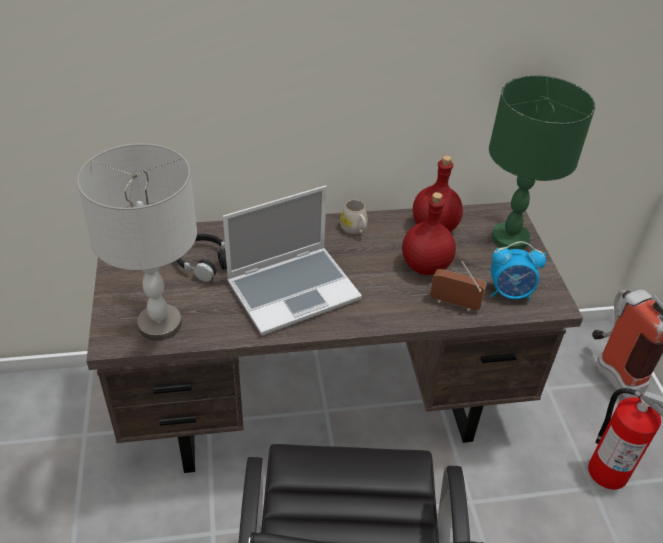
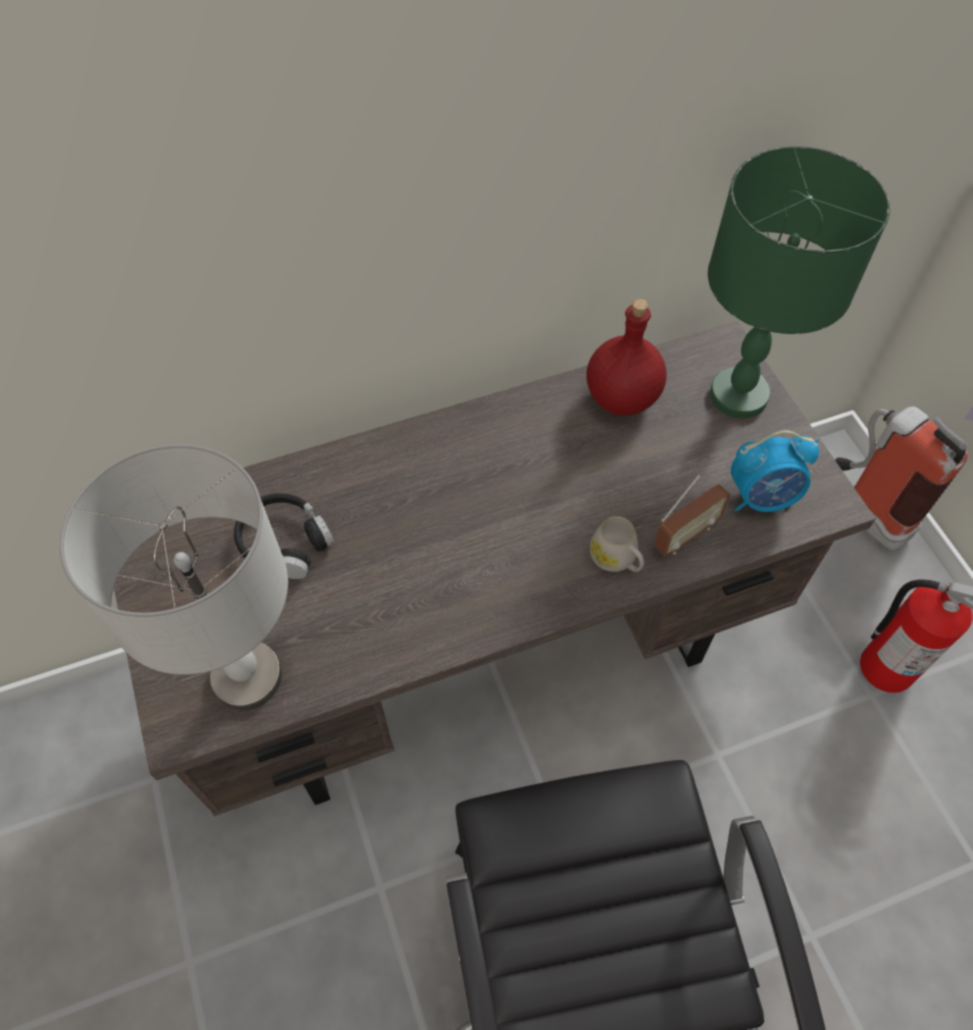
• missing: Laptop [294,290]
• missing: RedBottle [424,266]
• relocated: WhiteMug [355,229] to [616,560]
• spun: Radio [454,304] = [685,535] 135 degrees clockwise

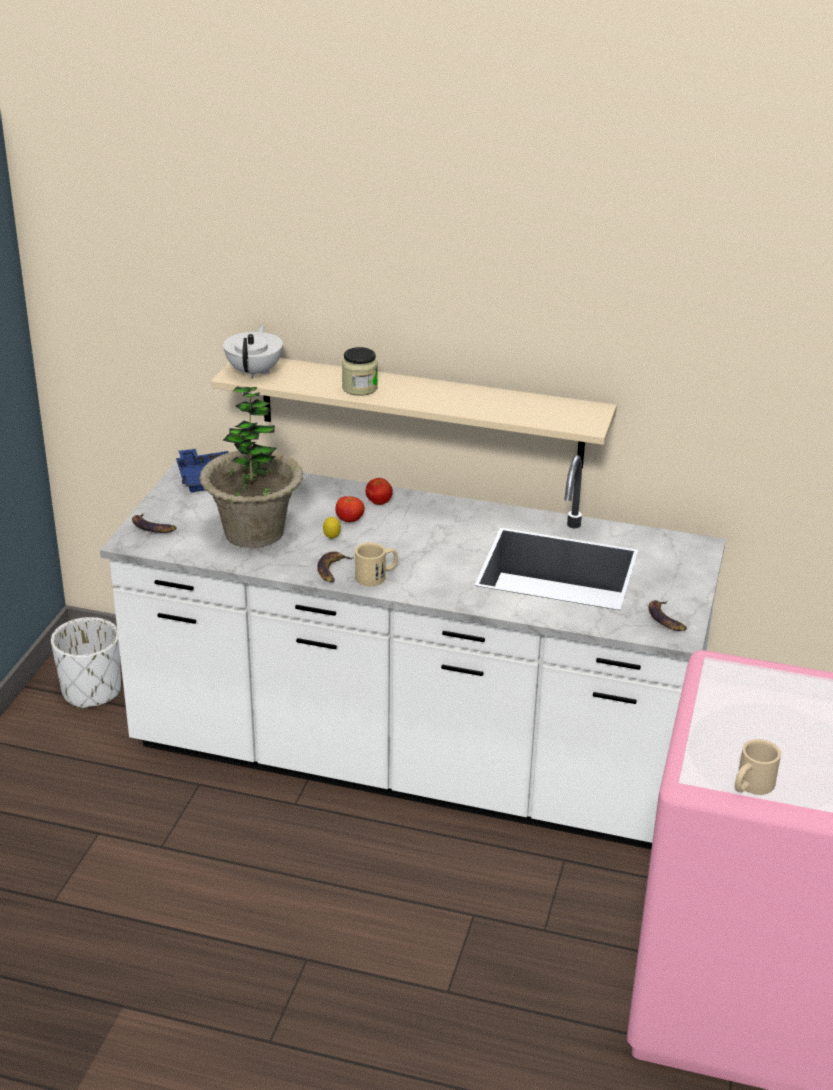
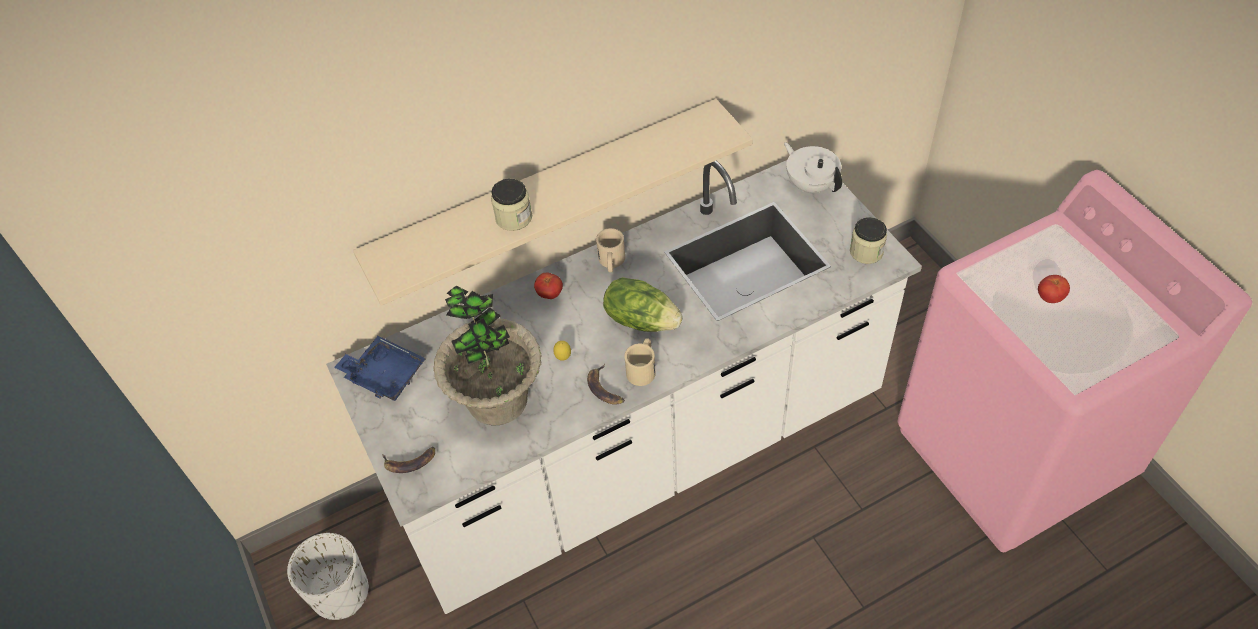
• appeared: Lettuce [641,319]
• relocated: WhiteTeapot [255,372] to [811,184]
• relocated: Tomato [349,520] to [1050,297]
• relocated: BeigeMug [750,786] to [611,262]
• exchanged: Banana [666,619] to Jar [866,251]

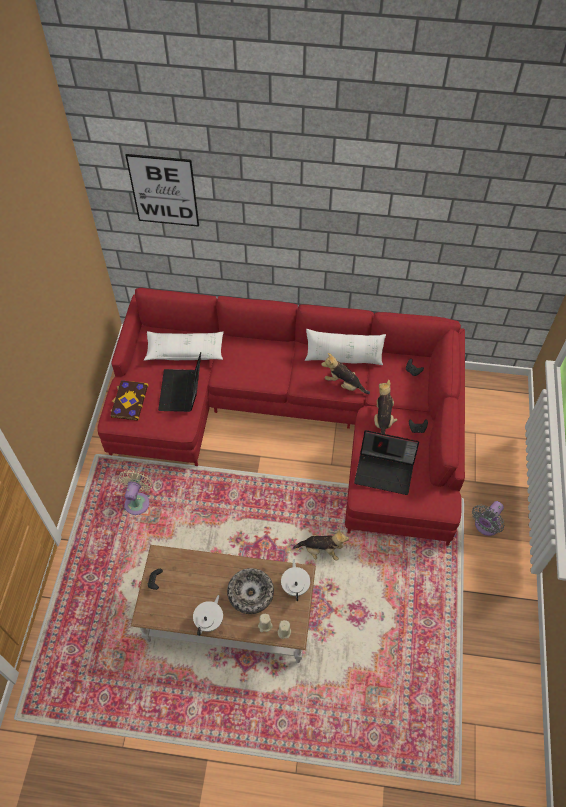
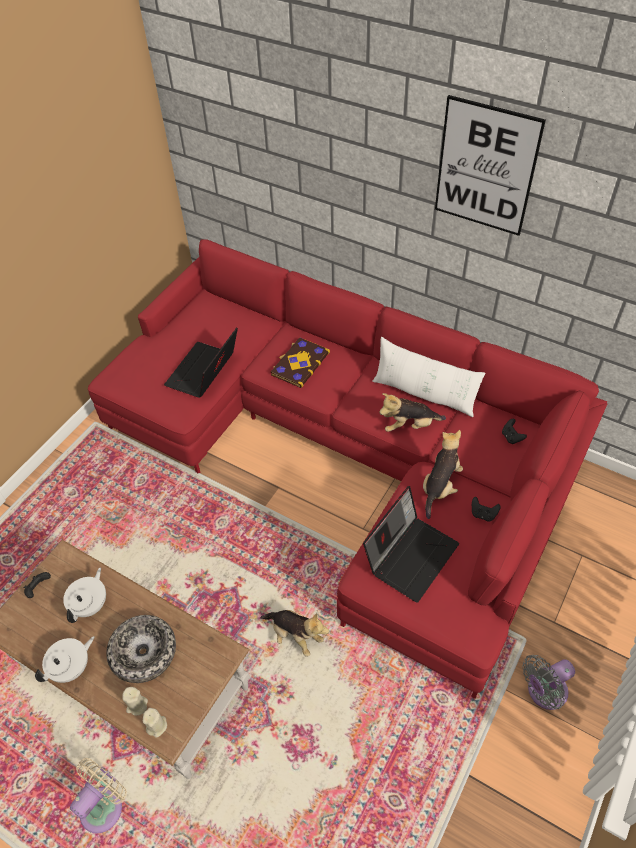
• missing: WhitePillow [185,351]
• relocated: Book [129,401] to [299,363]
• relocated: BeigeFan [138,501] to [105,805]
• relocated: Picture [164,191] to [486,167]
• relocated: WhiteTeapot [295,586] to [91,604]
• spun: PlushToy [344,384] = [409,425] 60 degrees counterclockwise
• spun: Laptop [385,471] = [410,555] 90 degrees counterclockwise

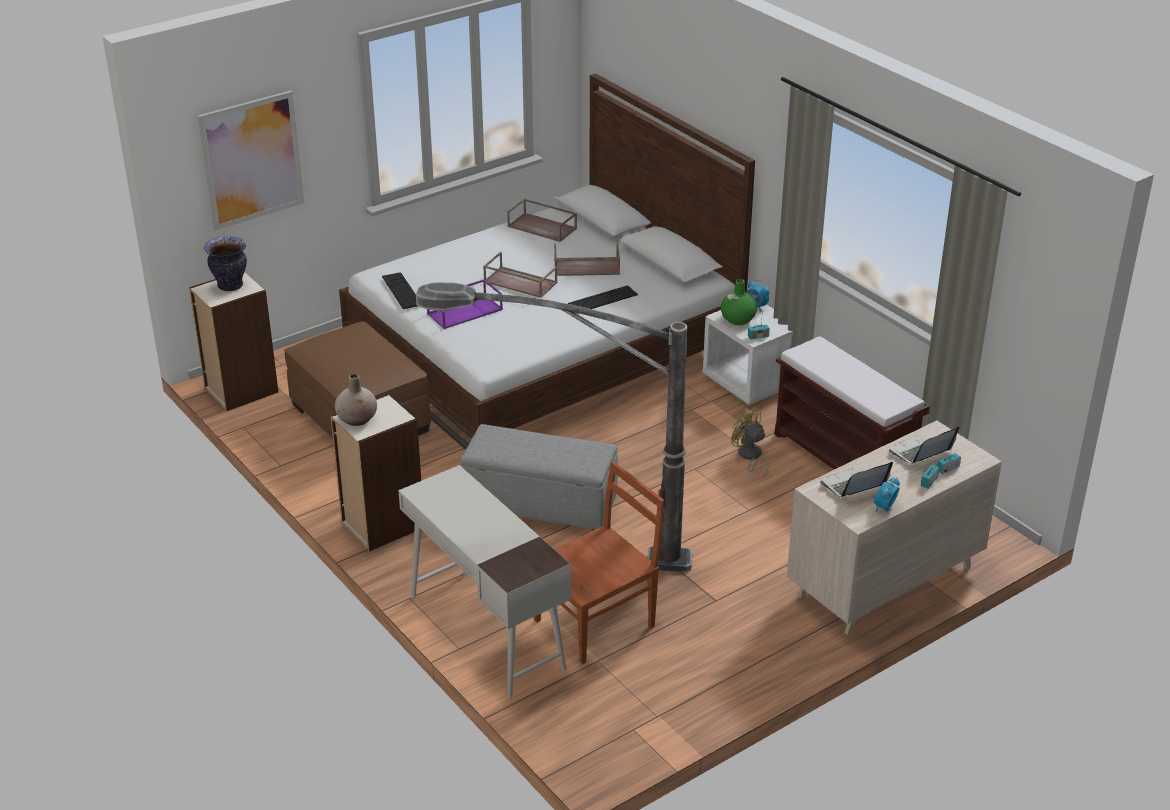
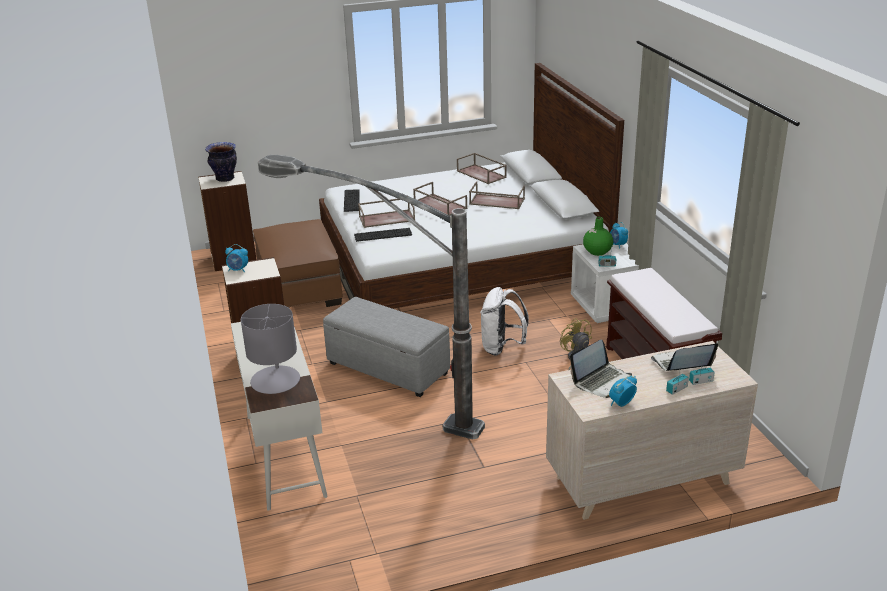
• missing: Picture [251,160]
• missing: BrownChair [597,622]
• appeared: GreyTableLamp [275,380]
• appeared: WhiteBackpack [502,348]
• relocated: Keyboard [603,299] to [383,235]
• exchanged: BeigeVase [357,419] to AlarmClock [238,270]
• colour: PurpleTray [465,311] to BrownTray [387,218]
• spun: Laptop [853,487] = [602,381] 150 degrees clockwise

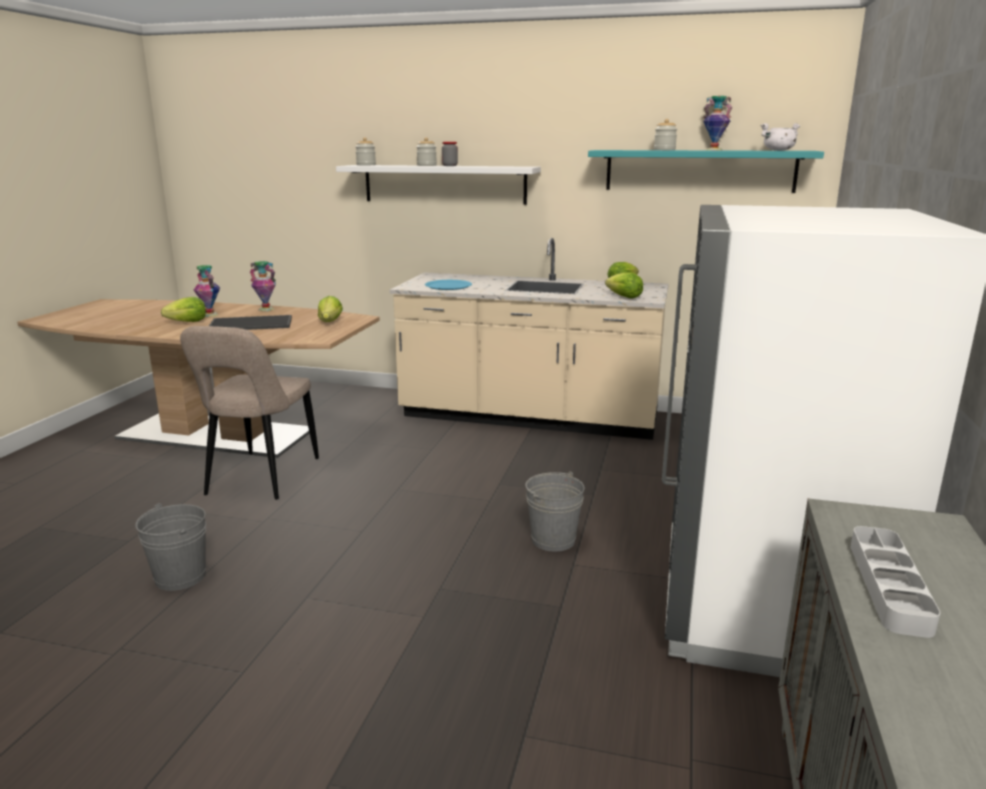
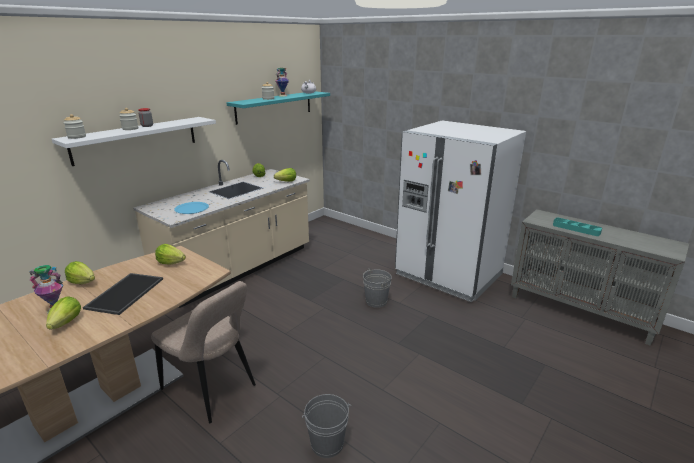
• exchanged: Vase [266,309] to Lettuce [83,282]
• colour: GreyTray [889,585] to TurquoiseTray [576,229]

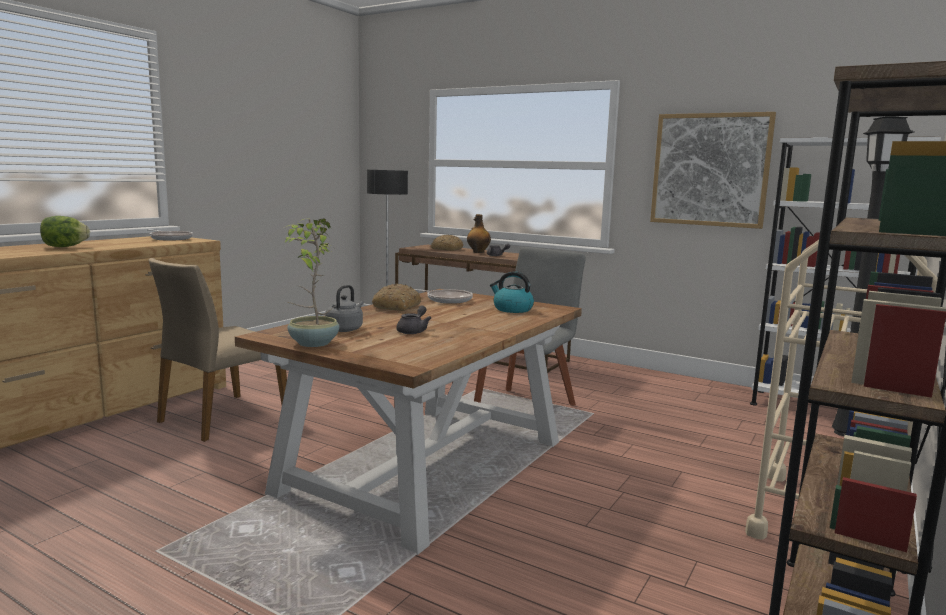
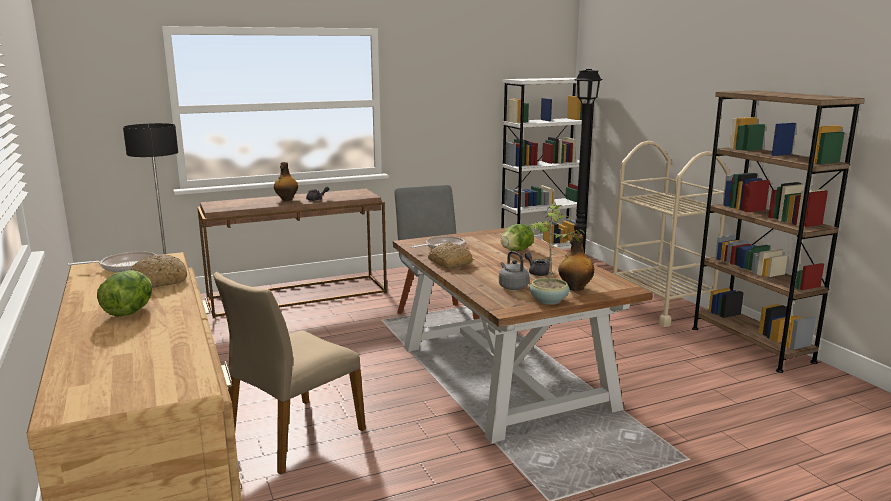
• missing: Kettle [512,309]
• missing: Picture [710,170]
• appeared: Lettuce [516,251]
• appeared: Bottle [575,288]
• relocated: Bread [446,249] to [158,281]
• spun: BeigeChair [222,417] = [294,435] 60 degrees clockwise

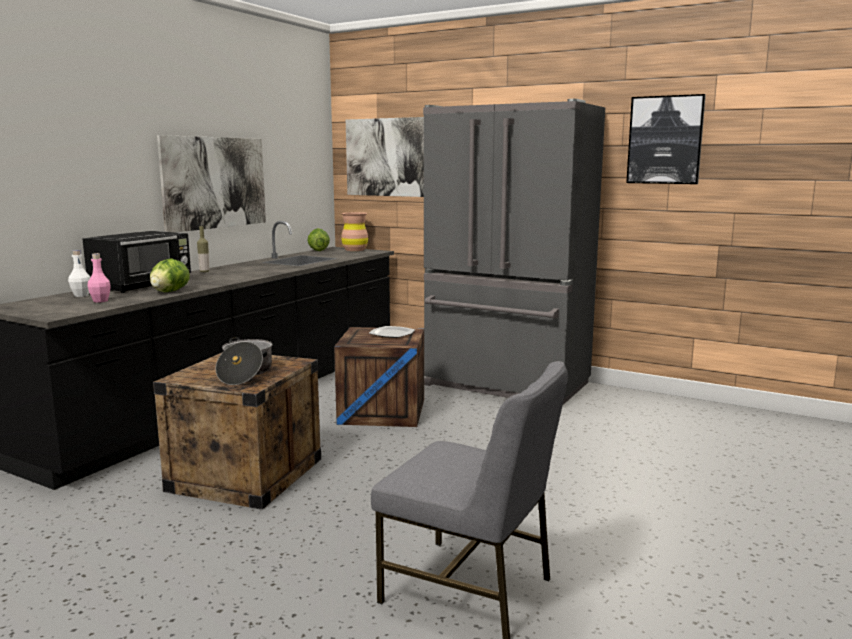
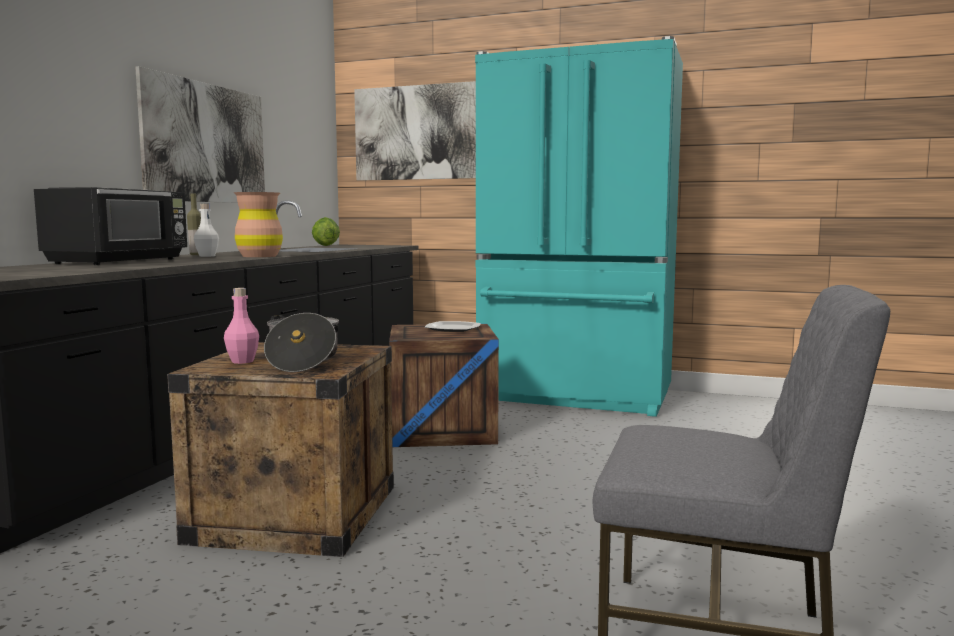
• missing: Lettuce [169,291]
• missing: Picture [665,140]
• relocated: WhiteBottle [81,295] to [207,256]
• relocated: PinkBottle [100,301] to [242,361]
• relocated: BrownVase [355,250] to [259,256]
• colour: GreyFridge [505,385] to TurquoiseFridge [575,397]

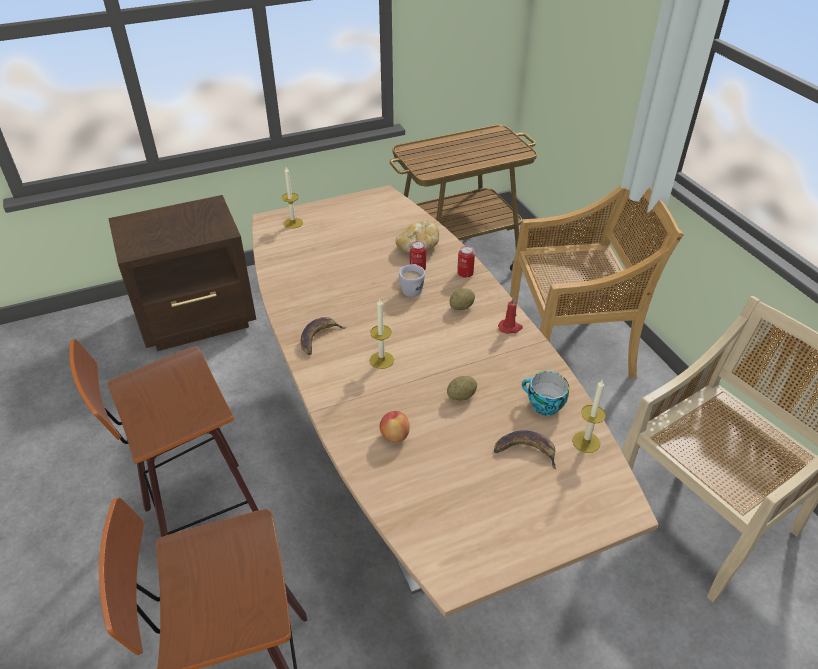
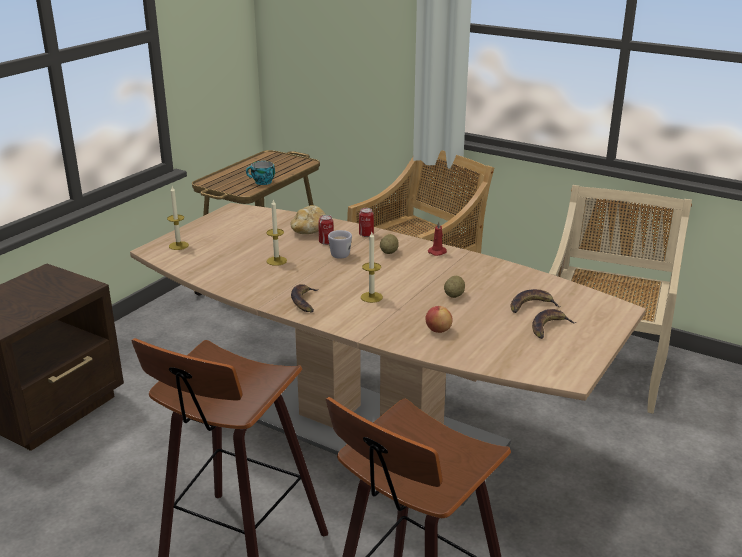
• appeared: Banana [549,327]
• relocated: Cup [543,406] to [262,182]
• relocated: Candle [586,442] to [276,261]

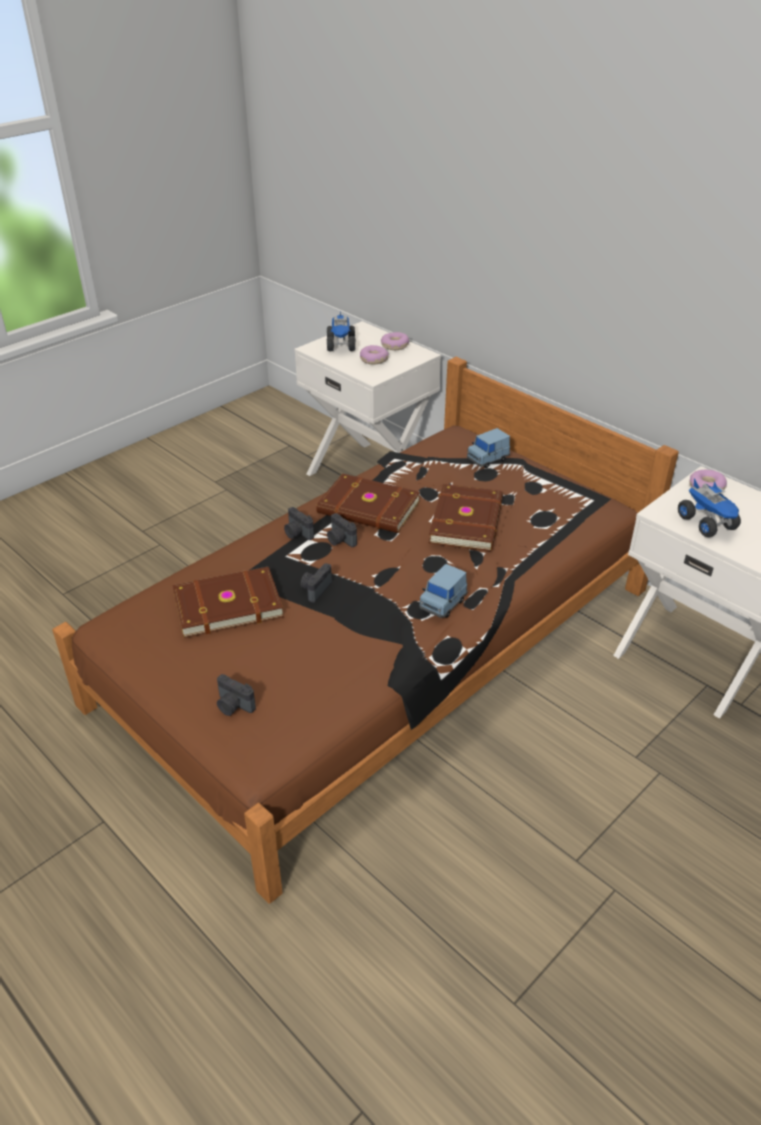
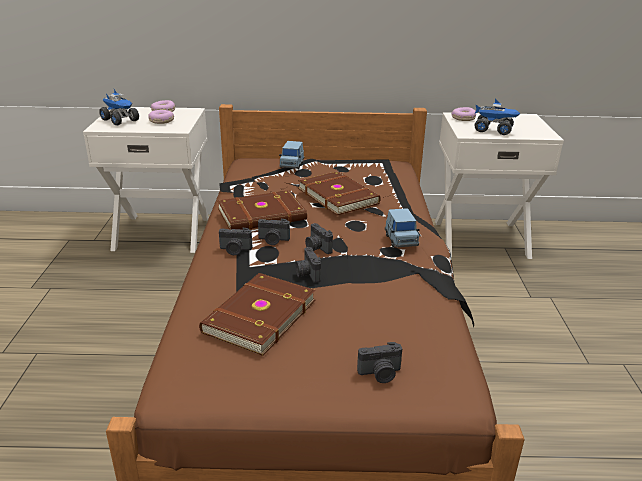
• appeared: PhotoCamera [317,248]

